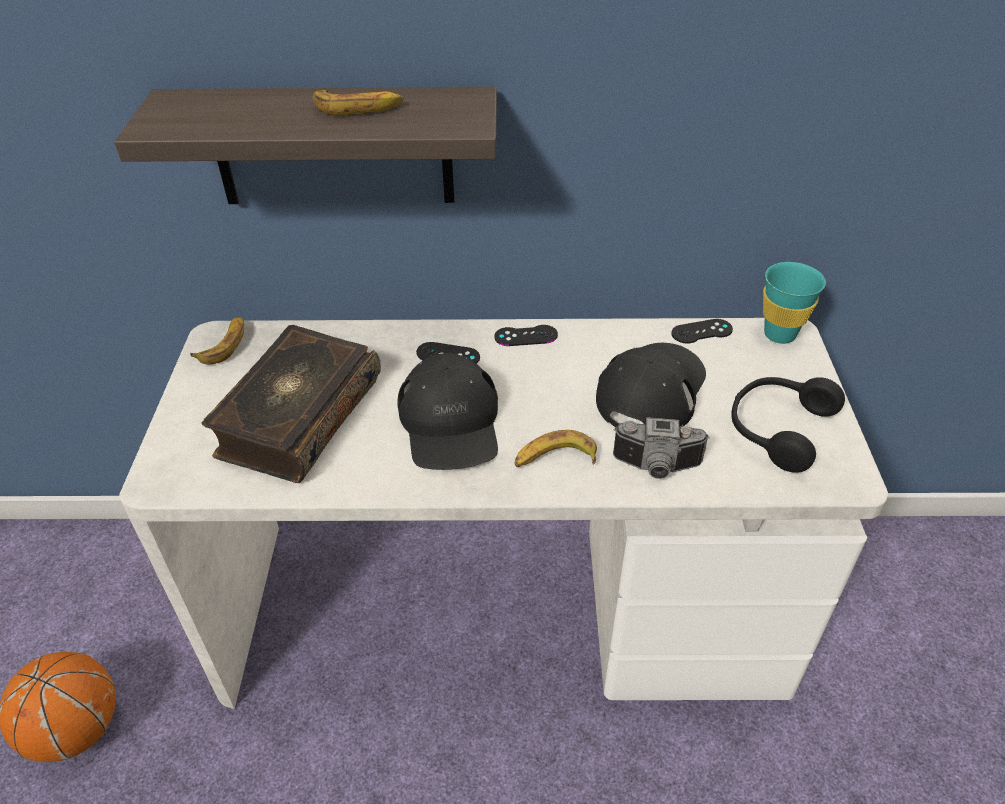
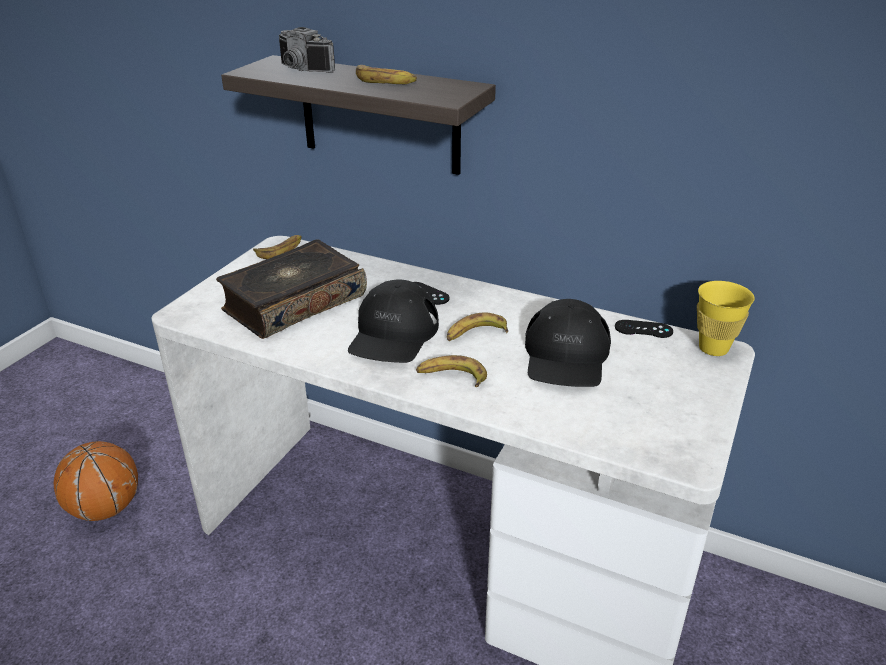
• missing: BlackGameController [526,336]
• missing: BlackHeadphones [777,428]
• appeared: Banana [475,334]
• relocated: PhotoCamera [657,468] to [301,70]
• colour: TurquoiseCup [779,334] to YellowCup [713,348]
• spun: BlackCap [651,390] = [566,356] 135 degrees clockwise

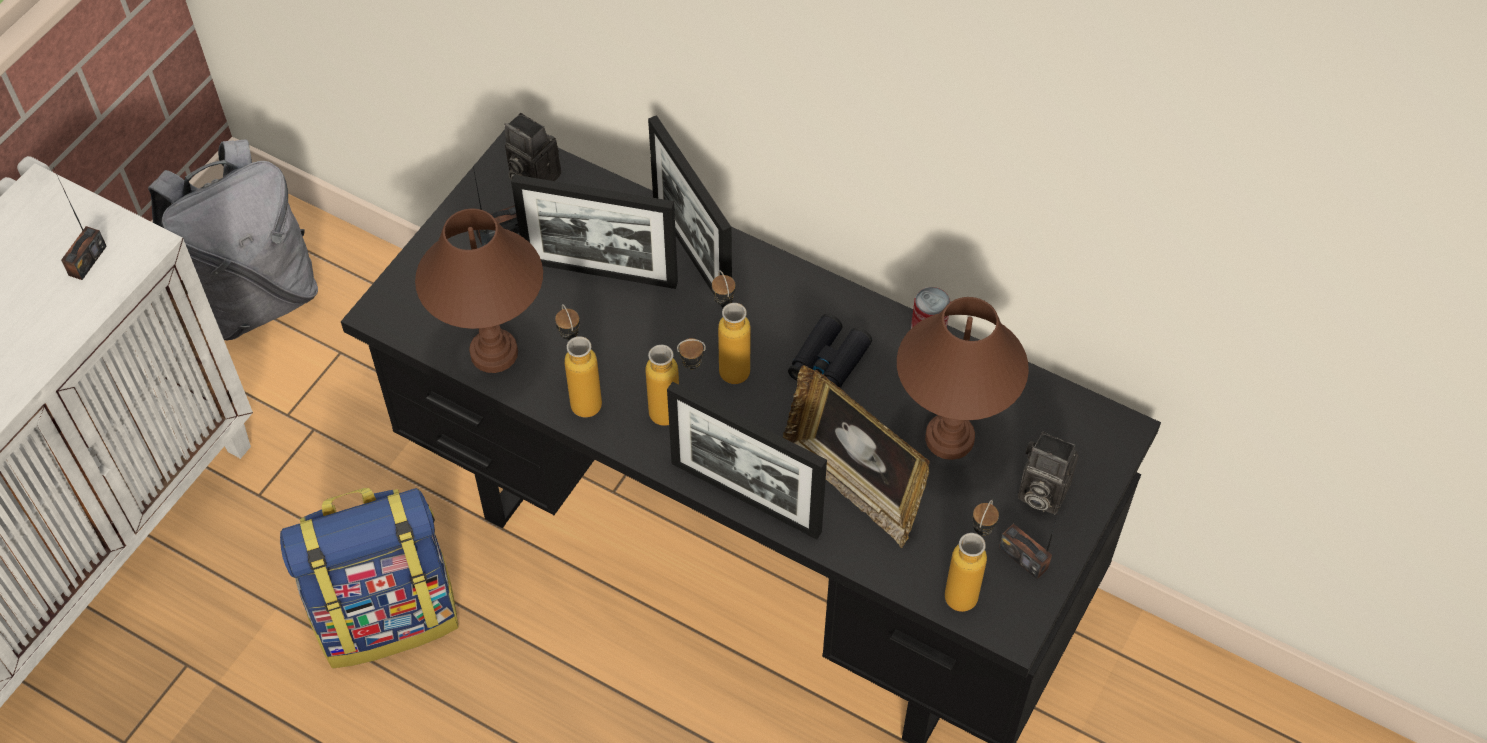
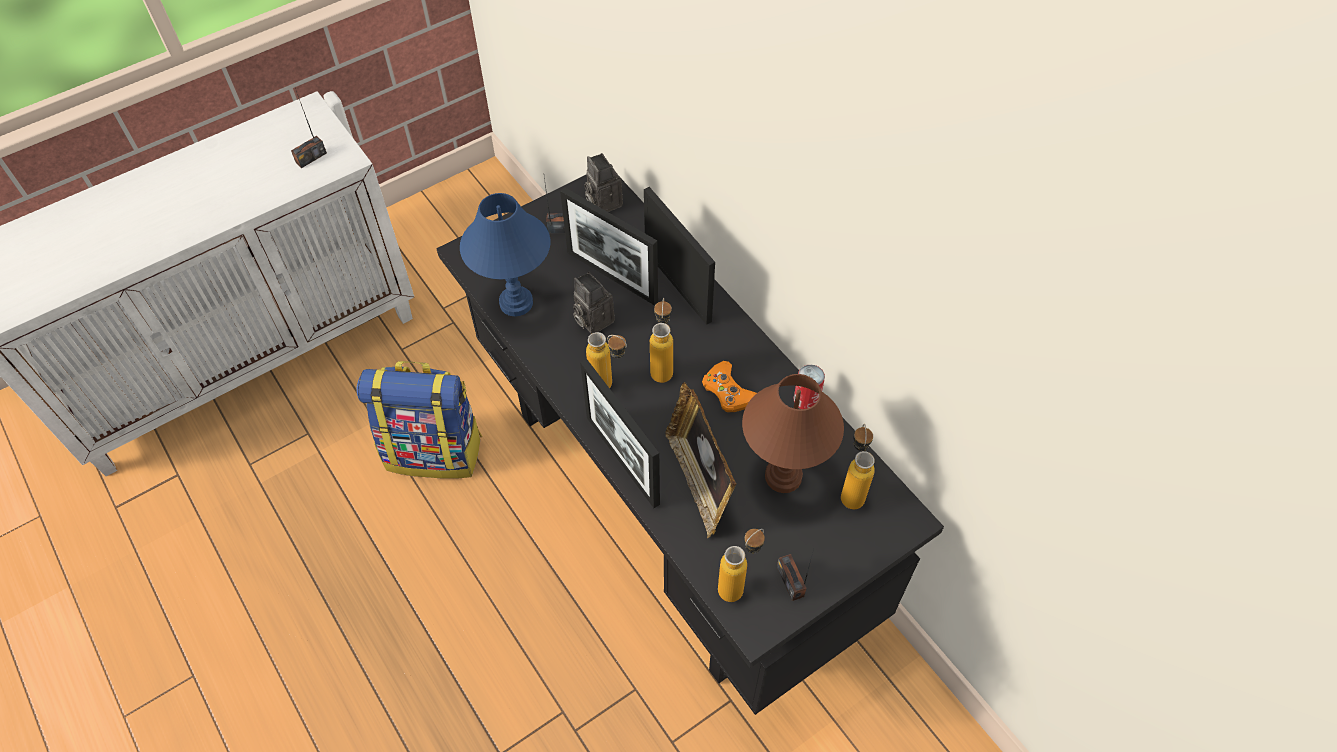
• missing: GreyBackpack [255,297]
• relocated: Bottle [581,395] to [851,490]
• relocated: PhotoCamera [1039,493] to [592,319]
• exchanged: BlackBinoculars [828,362] to OrangeGameController [728,391]
• colour: BrownTableLamp [494,352] to BlueTableLamp [516,302]
• spun: PictureFrame [692,253] = [677,285] 150 degrees clockwise

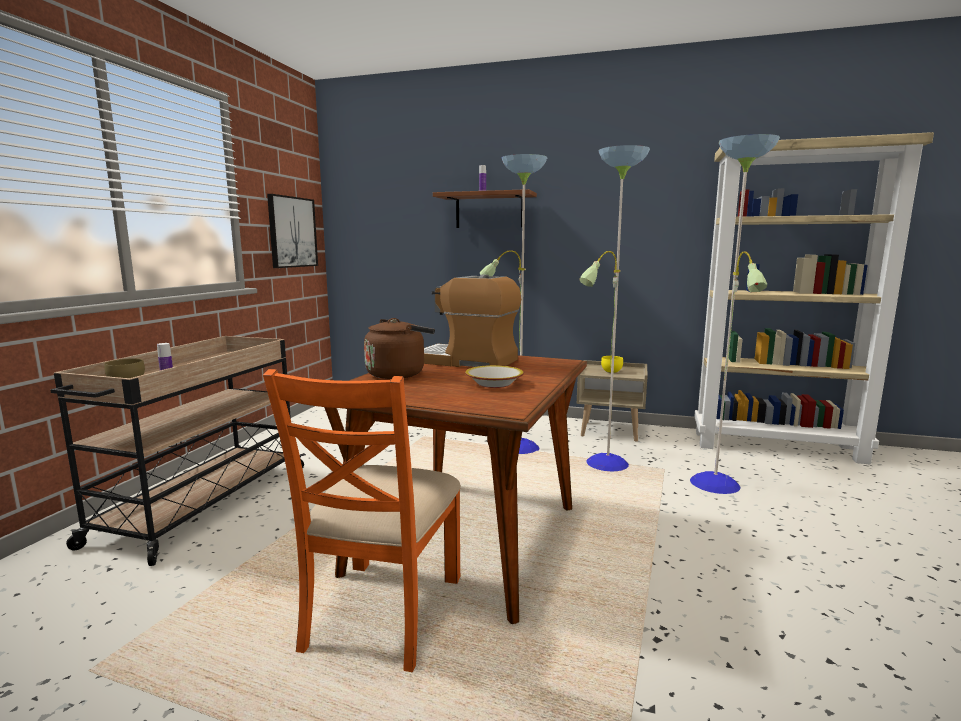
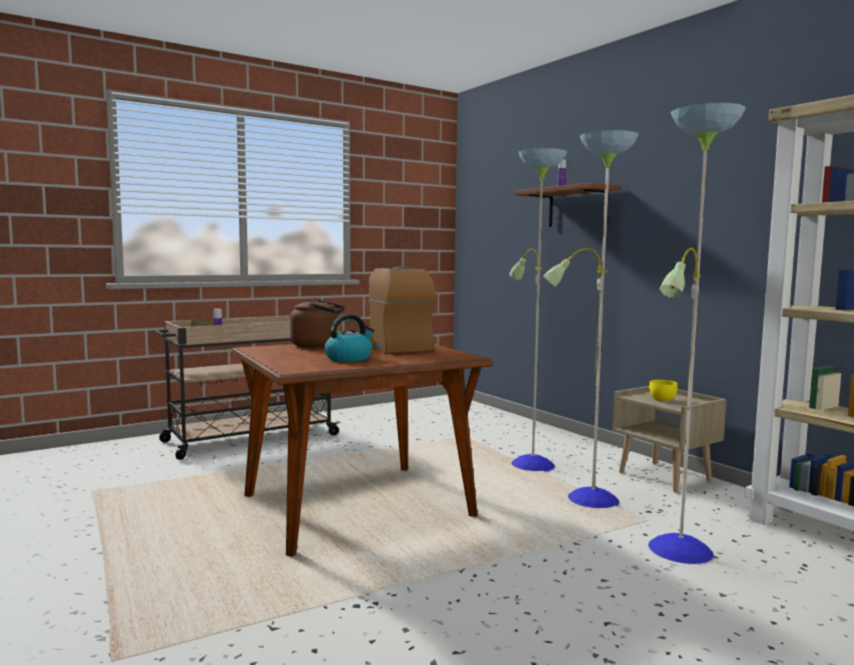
• missing: OrangeChair [382,612]
• missing: Picture [292,232]
• exchanged: Bowl [493,383] to Kettle [349,358]

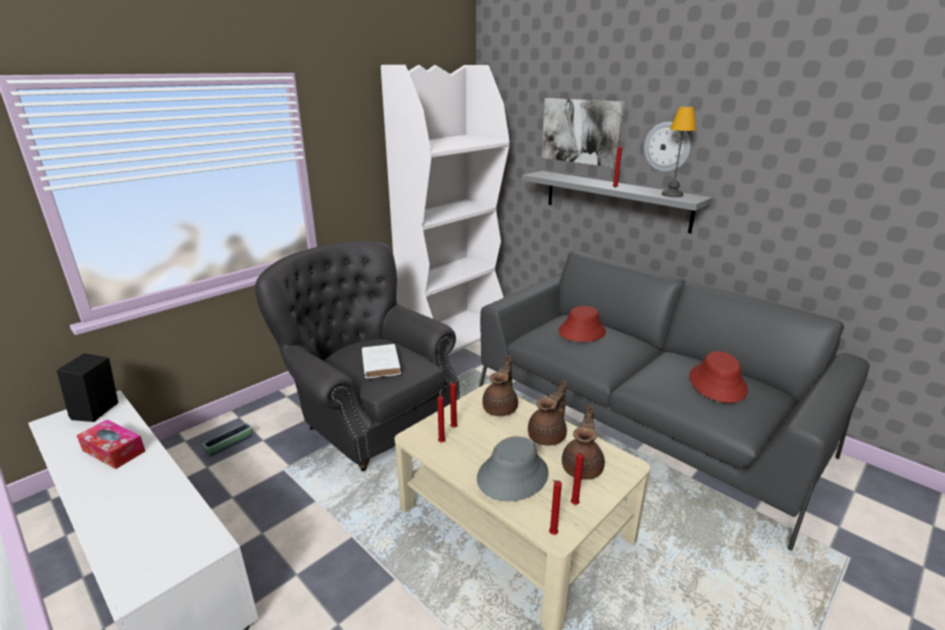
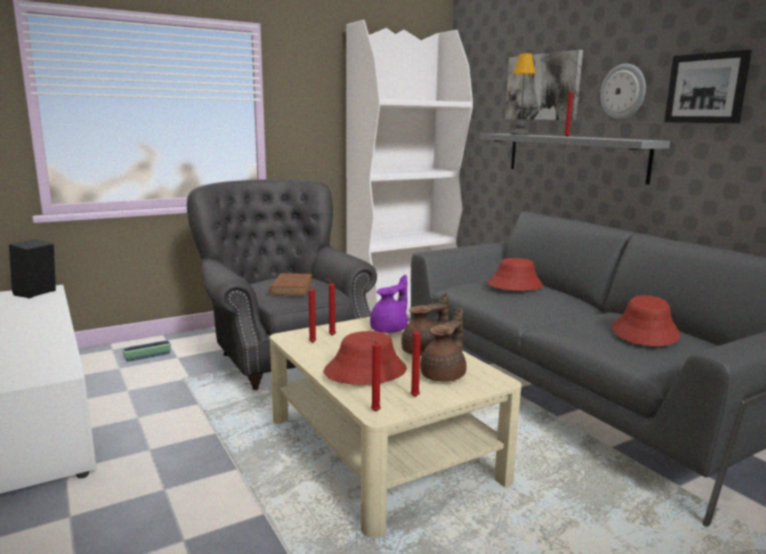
• missing: TissueBox [114,451]
• appeared: Picture [706,88]
• relocated: TableLamp [672,194] to [520,134]
• colour: WhiteBook [380,363] to BrownBook [292,287]
• colour: GreyHat [512,475] to RedHat [365,371]
• colour: BrownTeapot [501,408] to PurpleTeapot [390,329]

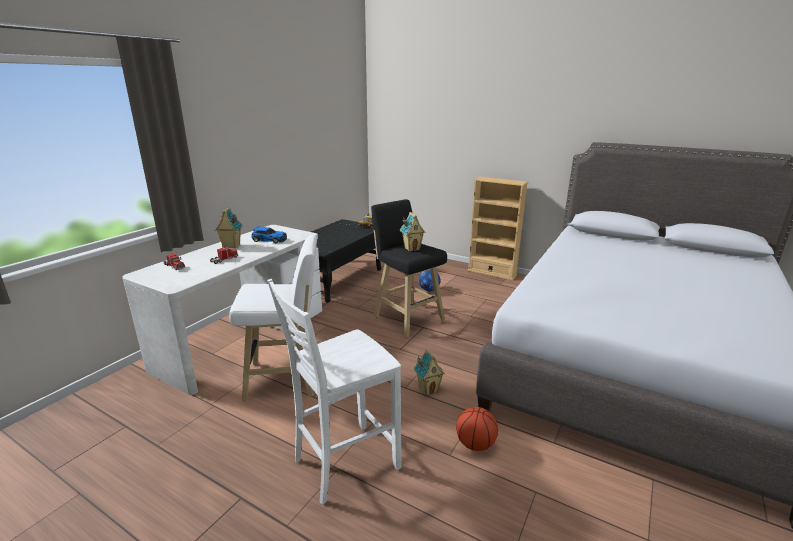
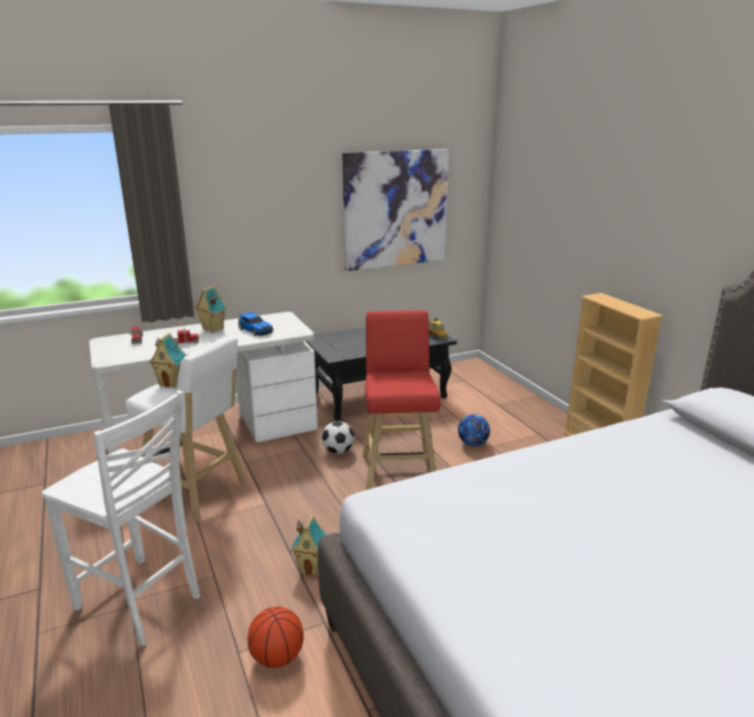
• appeared: Football [338,451]
• appeared: Picture [395,209]
• relocated: ToyHouse [412,248] to [172,383]
• colour: BlackStool [407,318] to RedStool [398,471]
• spun: WhiteChair [343,463] = [140,603] 150 degrees counterclockwise

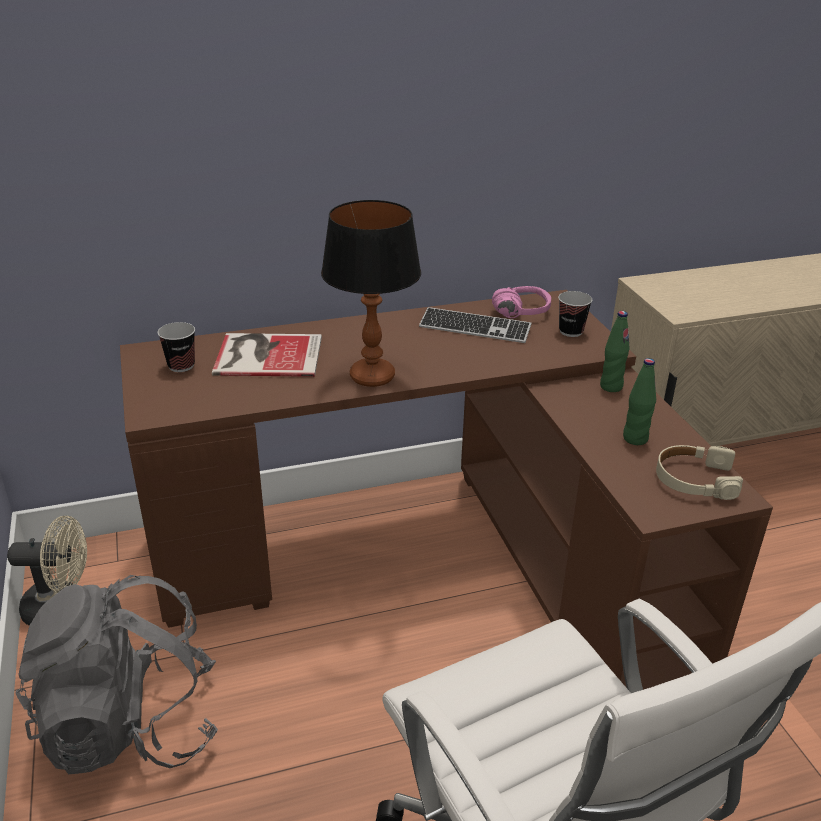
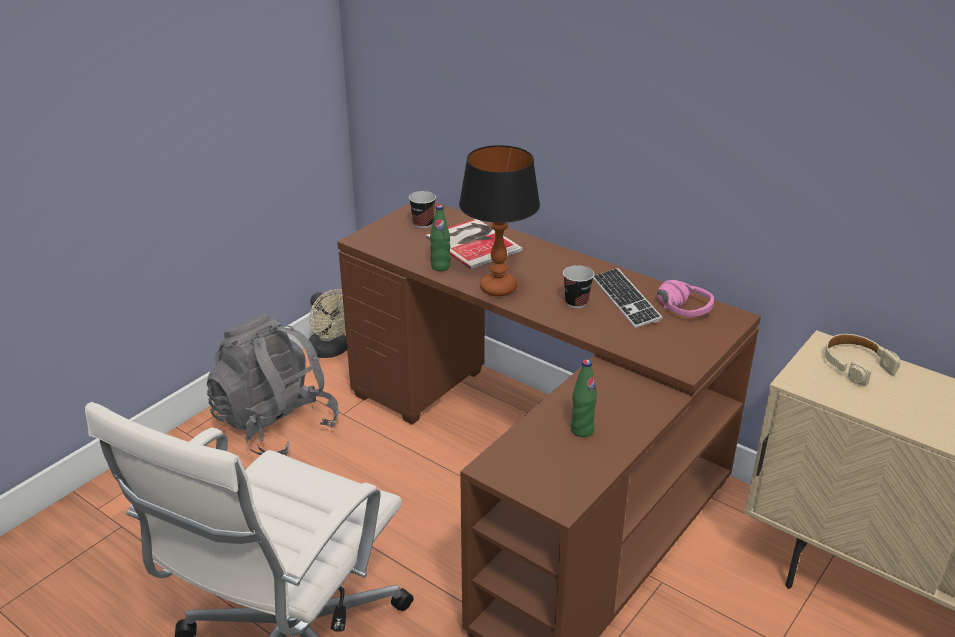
• relocated: Cup [571,331] to [576,302]
• relocated: GreenBottle [611,386] to [440,267]
• relocated: BeigeHeadphones [694,480] to [855,364]

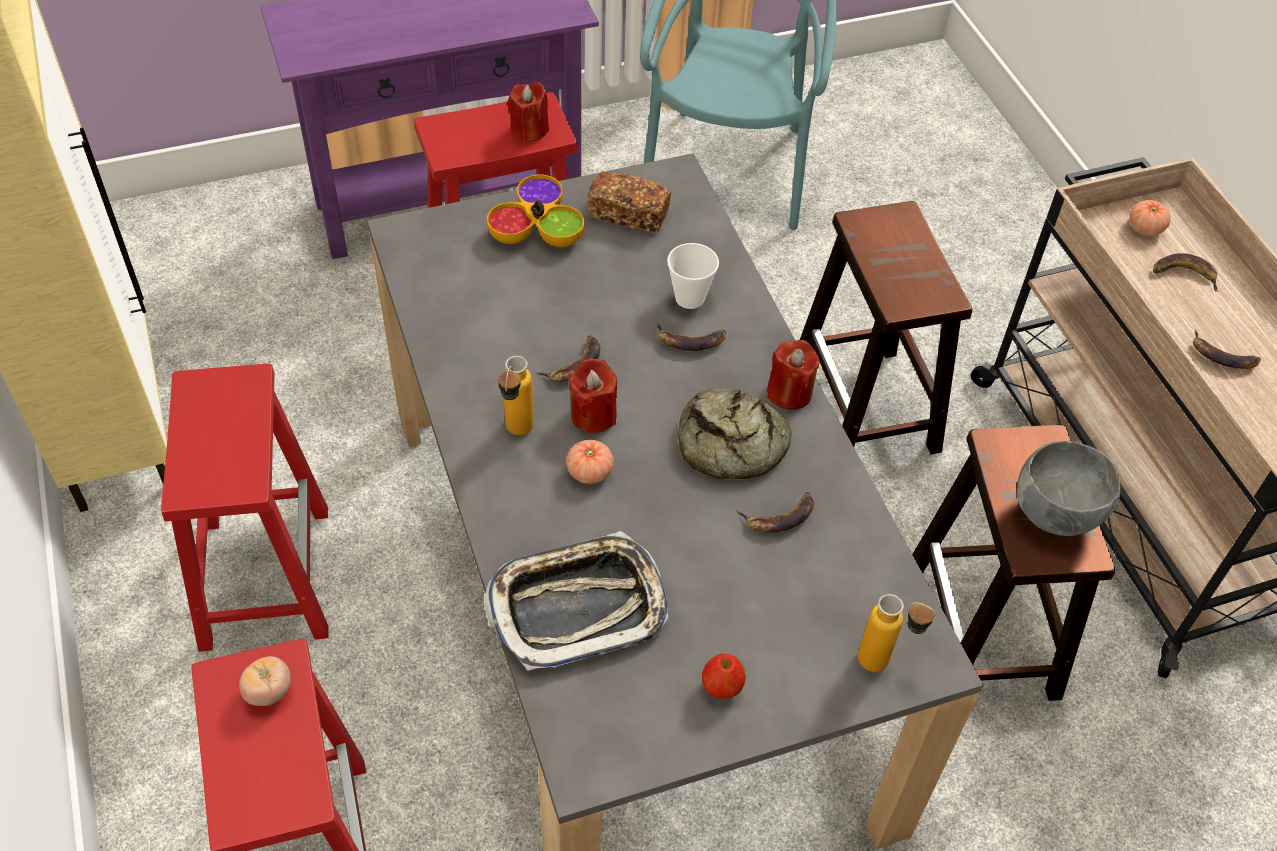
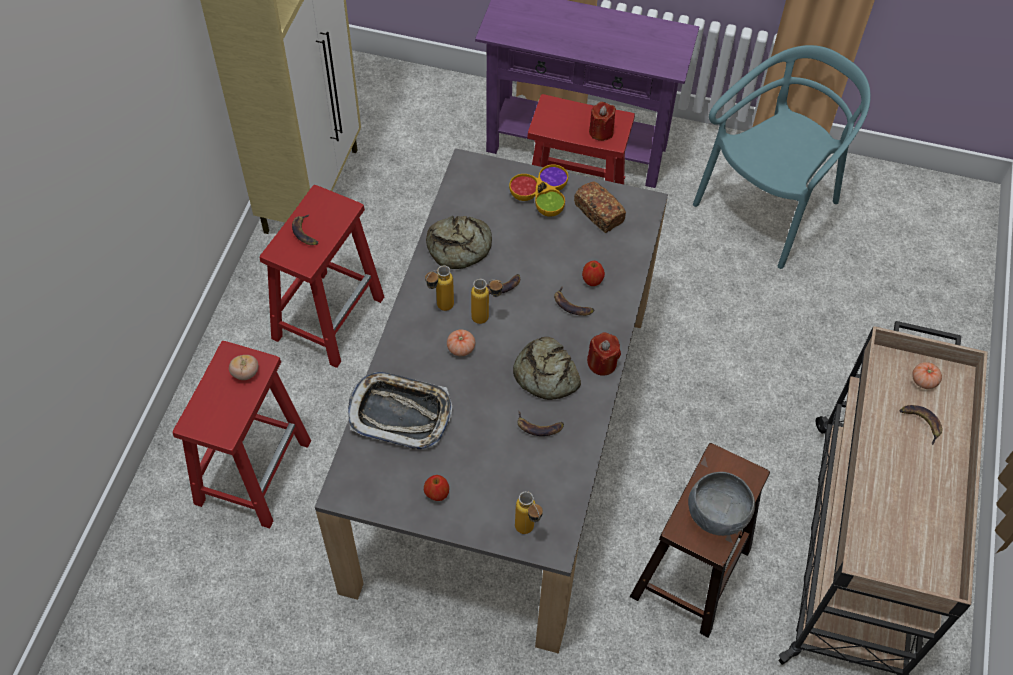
• missing: BrownStool [866,410]
• appeared: Bread [460,248]
• relocated: Banana [1222,356] to [305,232]
• exchanged: RedCandle [593,415] to Bottle [487,319]
• exchanged: Cup [689,298] to Apple [592,280]

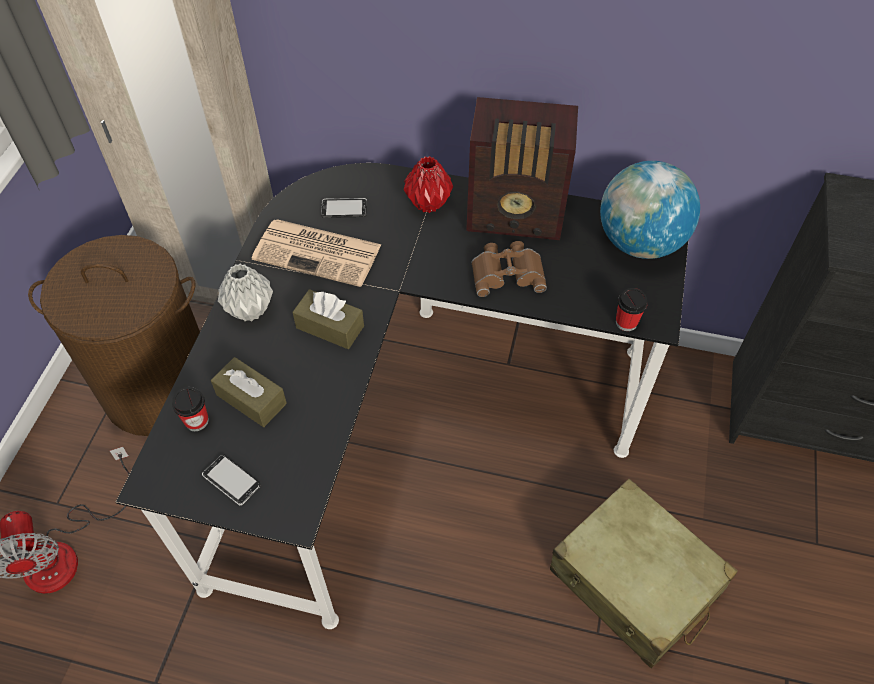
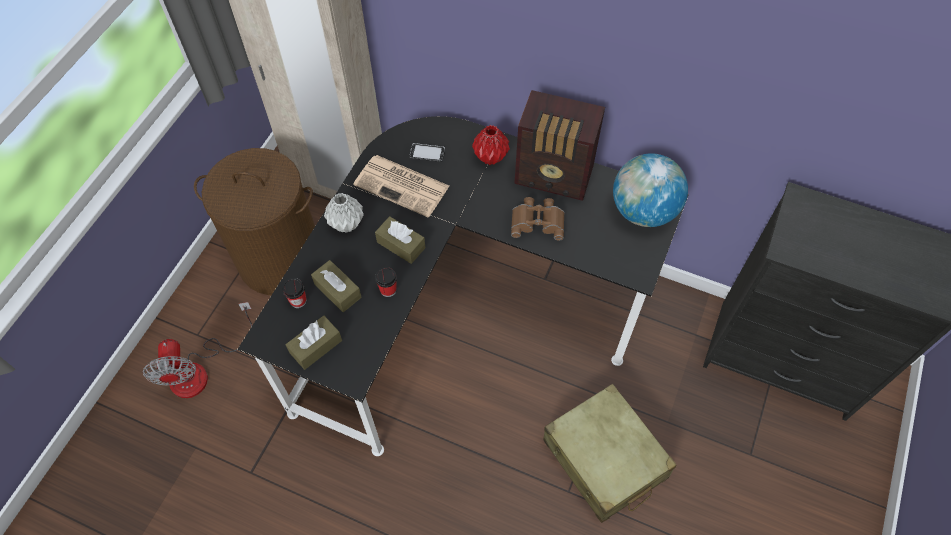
• relocated: Cup [626,322] to [388,289]
• exchanged: Phone [231,480] to BrownTissueBox [316,346]

